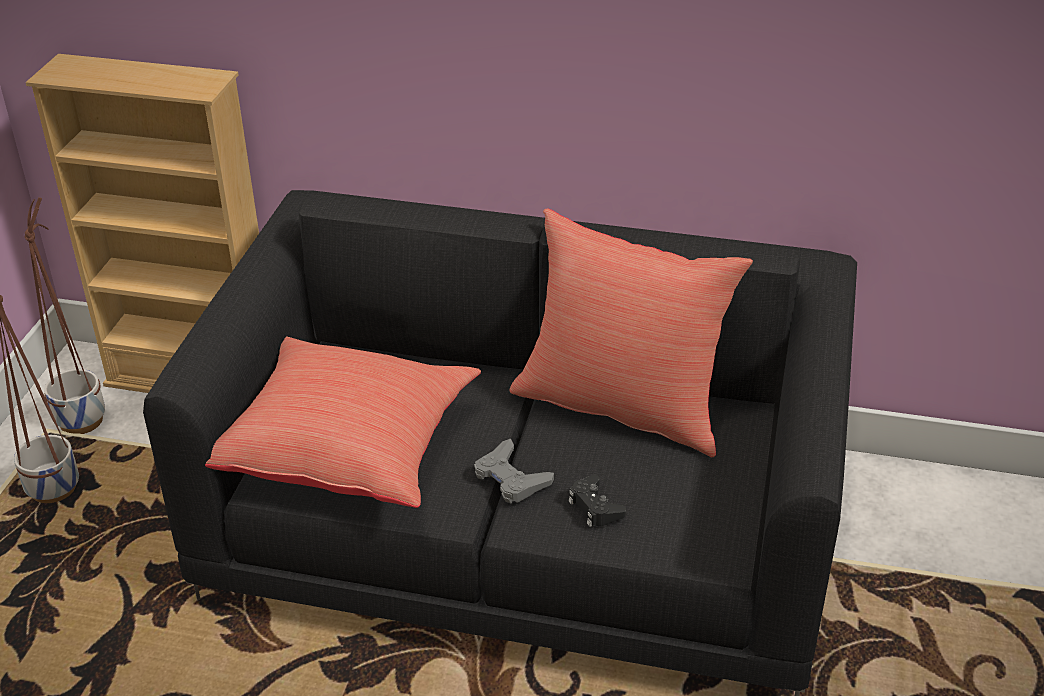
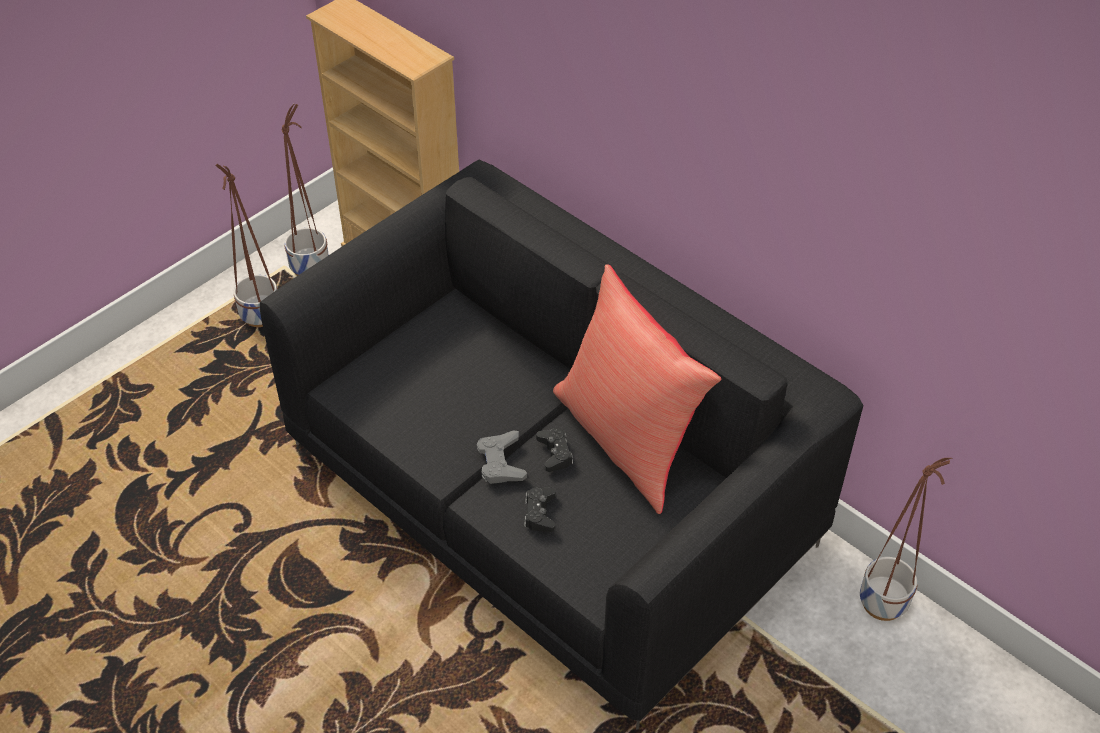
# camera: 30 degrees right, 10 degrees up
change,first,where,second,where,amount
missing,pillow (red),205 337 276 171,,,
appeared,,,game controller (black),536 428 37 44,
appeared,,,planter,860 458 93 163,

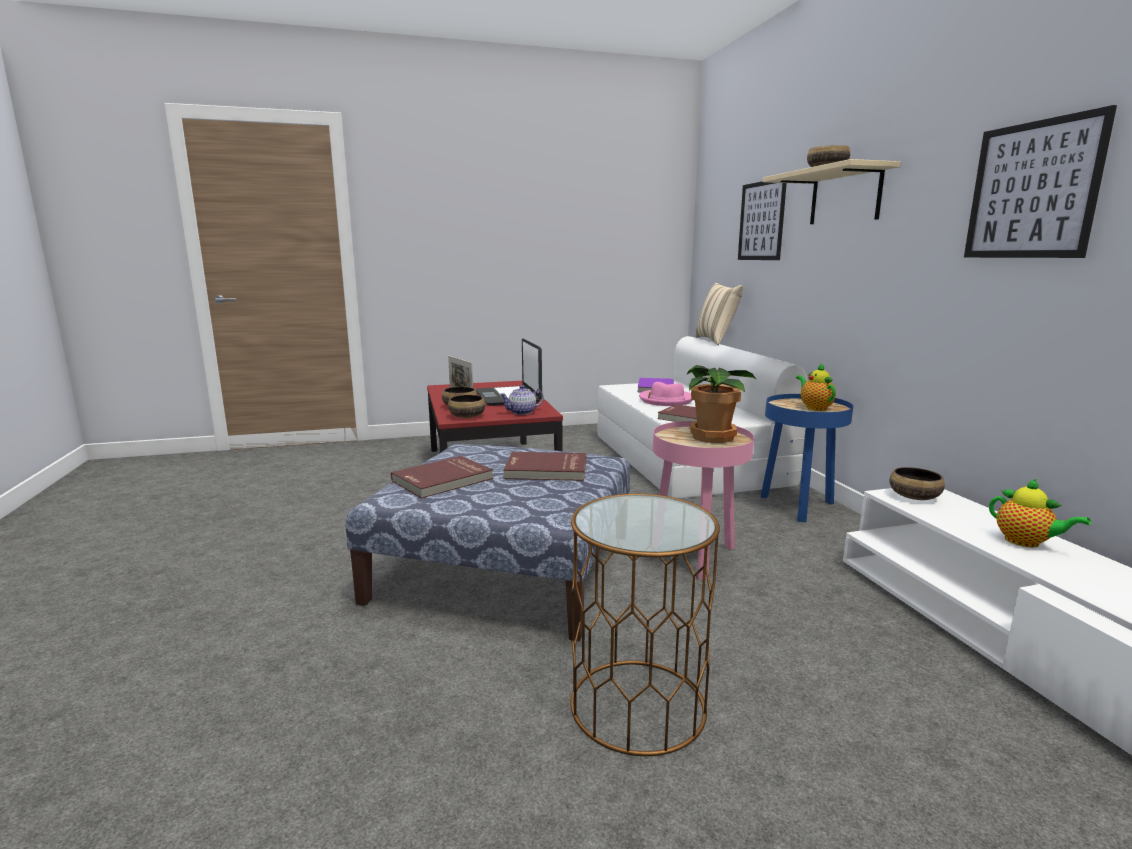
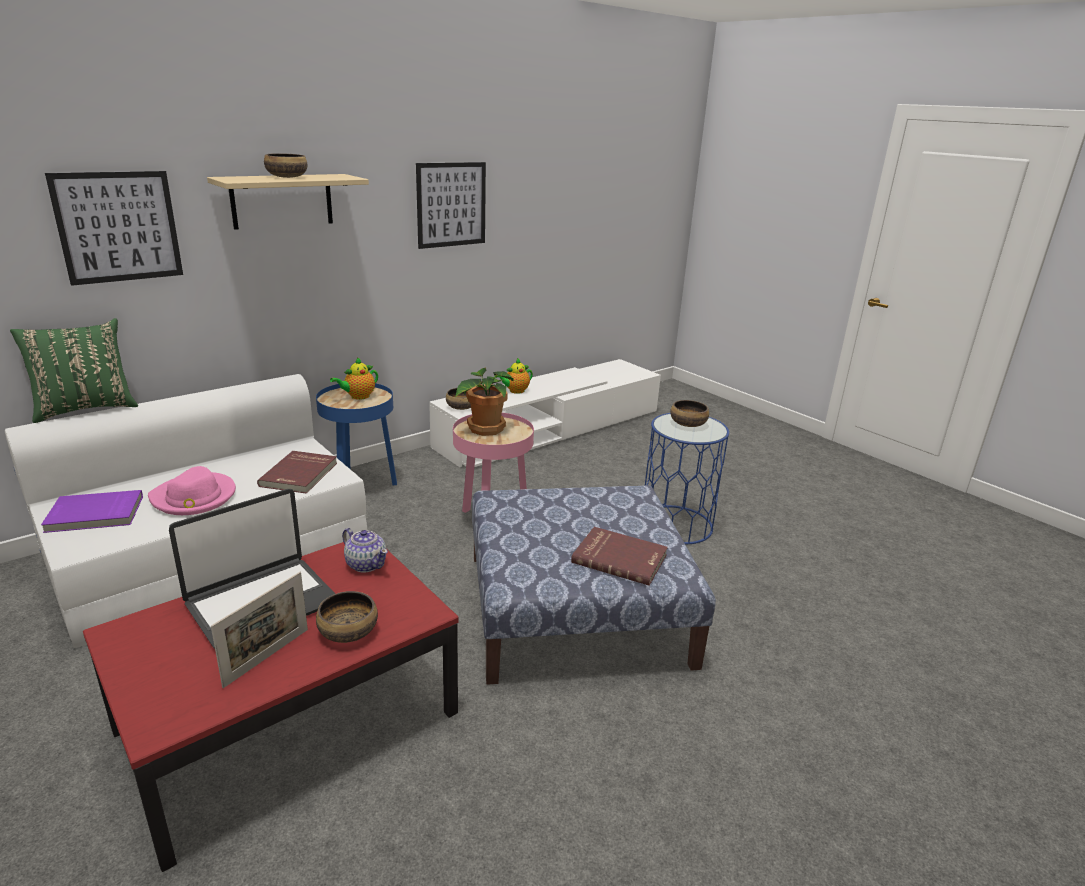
# camera: 115 degrees left, 10 degrees up
change,first,where,second,where,amount
colour,pillow (beige),695 283 48 62,pillow (green),10 318 128 105,
relocated,bowl,448 395 37 23,,670 400 39 27,
missing,book (red),503 452 83 29,,,
spun,teapot,989 479 102 68,,494 358 39 36,150 degrees counterclockwise
colour,side table (brown),570 494 150 262,side table (blue),645 413 84 131,

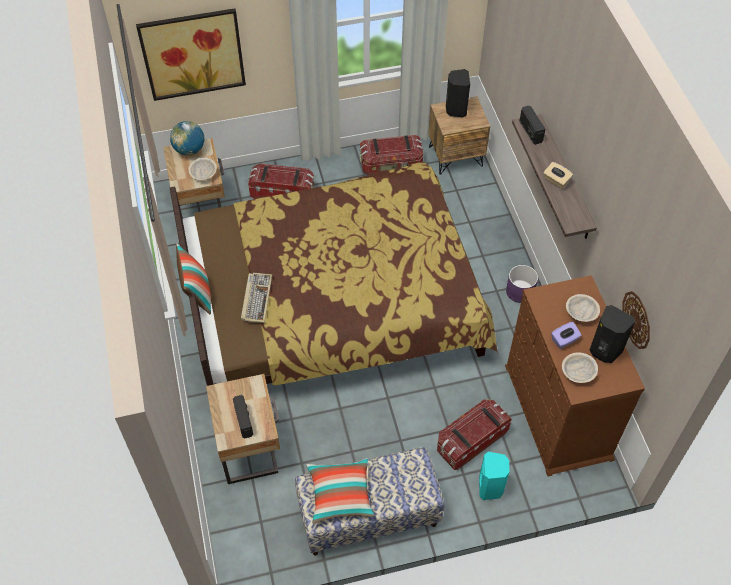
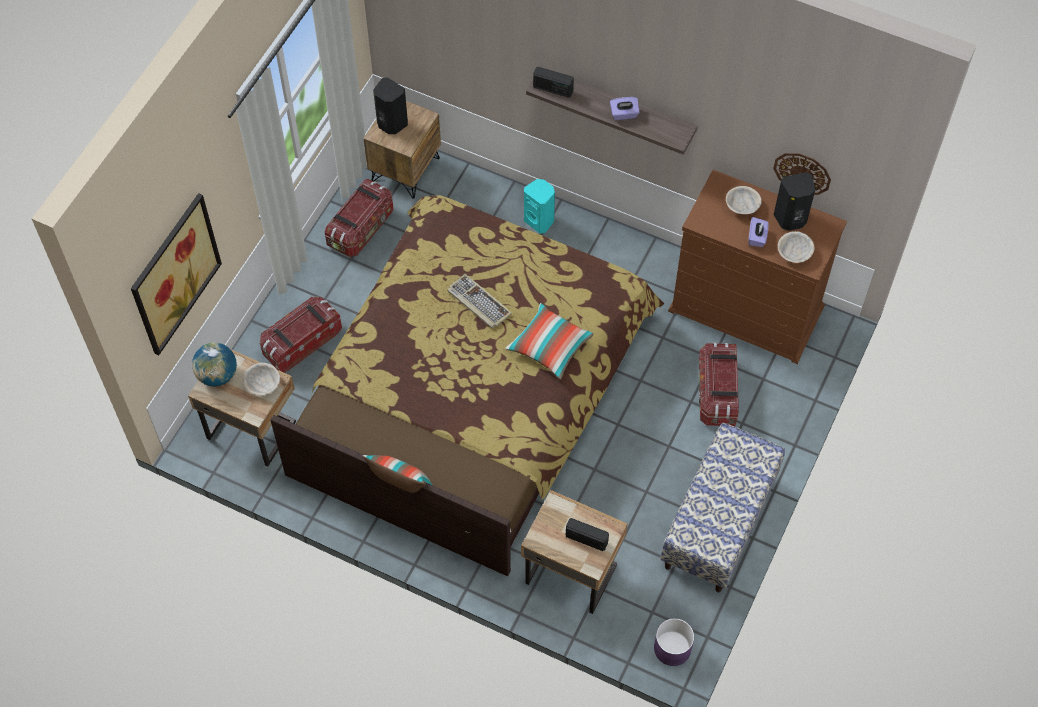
# camera: 50 degrees left, 5 degrees up
change,first,where,second,where,amount
colour,tissue box (beige),544 162 29 27,tissue box (purple),610 97 30 23,
relocated,planter (purple),506 265 32 38,,654 618 40 48,
relocated,keyboard,241 273 31 50,,447 274 65 54,
relocated,speaker (turquoise),479 452 30 48,,524 179 31 55,
relocated,pillow,307 458 67 66,,505 303 89 77,

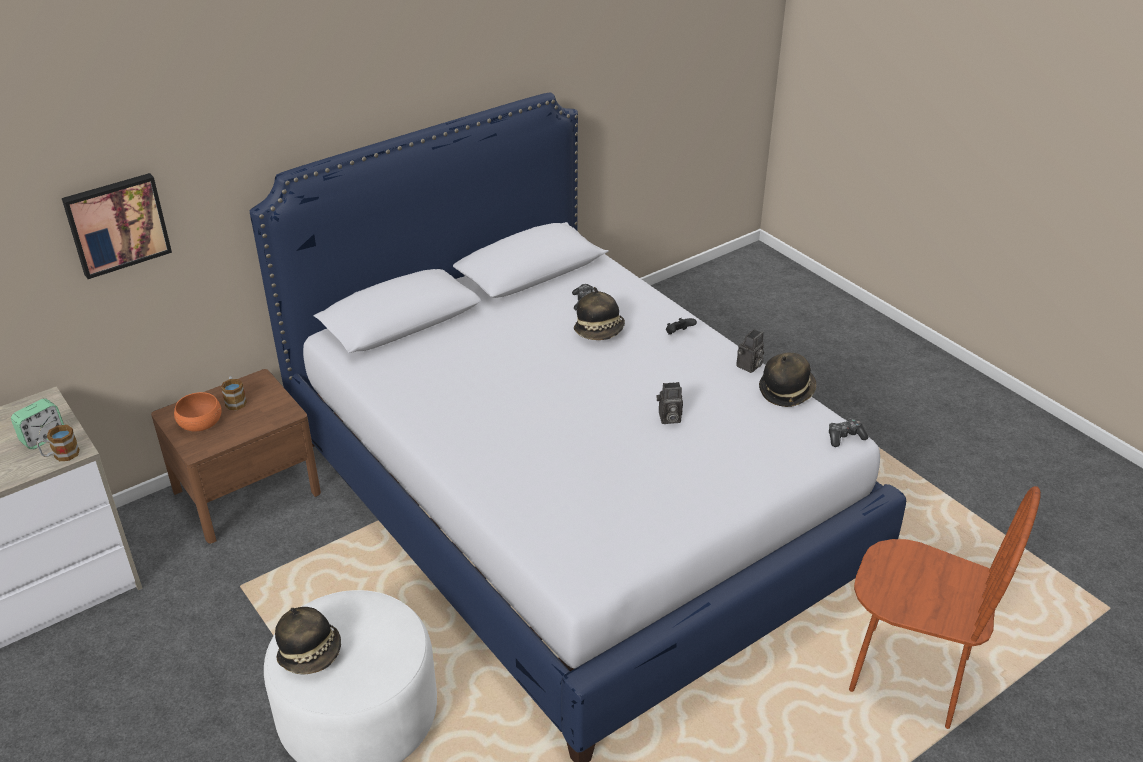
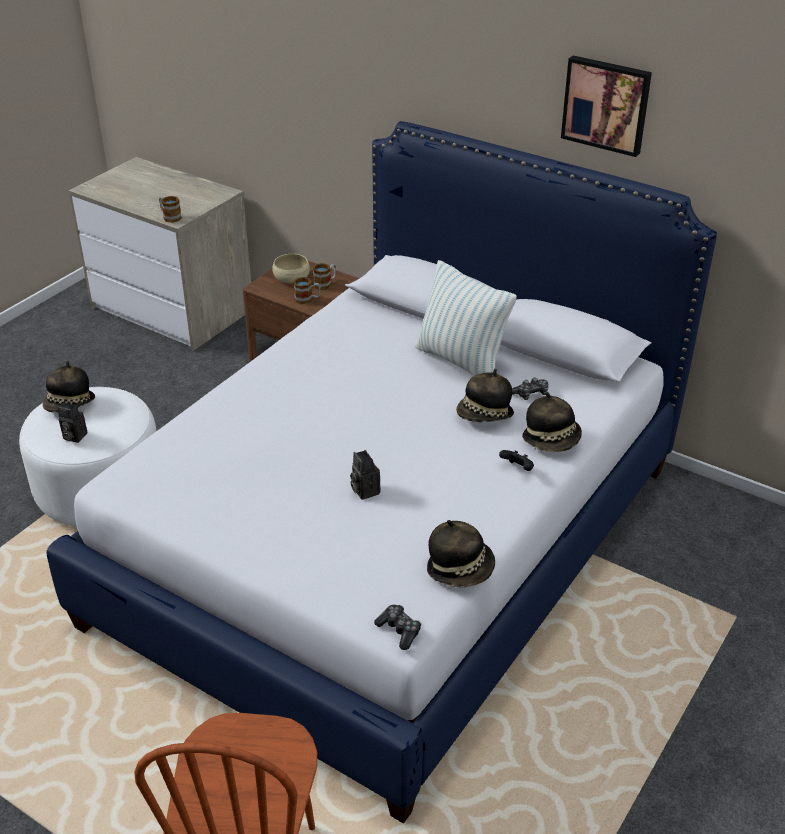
# camera: 70 degrees right, 0 degrees up
change,first,where,second,where,amount
relocated,picture,62 173 110 106,,561 56 91 101,
relocated,photo camera,736 329 28 44,,57 402 30 41,
colour,bowl (orange),174 392 47 39,bowl (beige),272 254 38 29,
missing,alarm clock,11 399 53 50,,,
appeared,,,pillow,415 260 102 116,
appeared,,,mug,293 277 27 27,
appeared,,,hat,522 392 60 60,

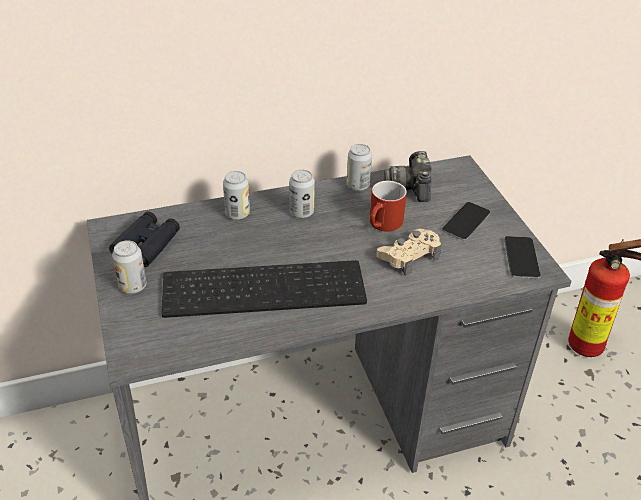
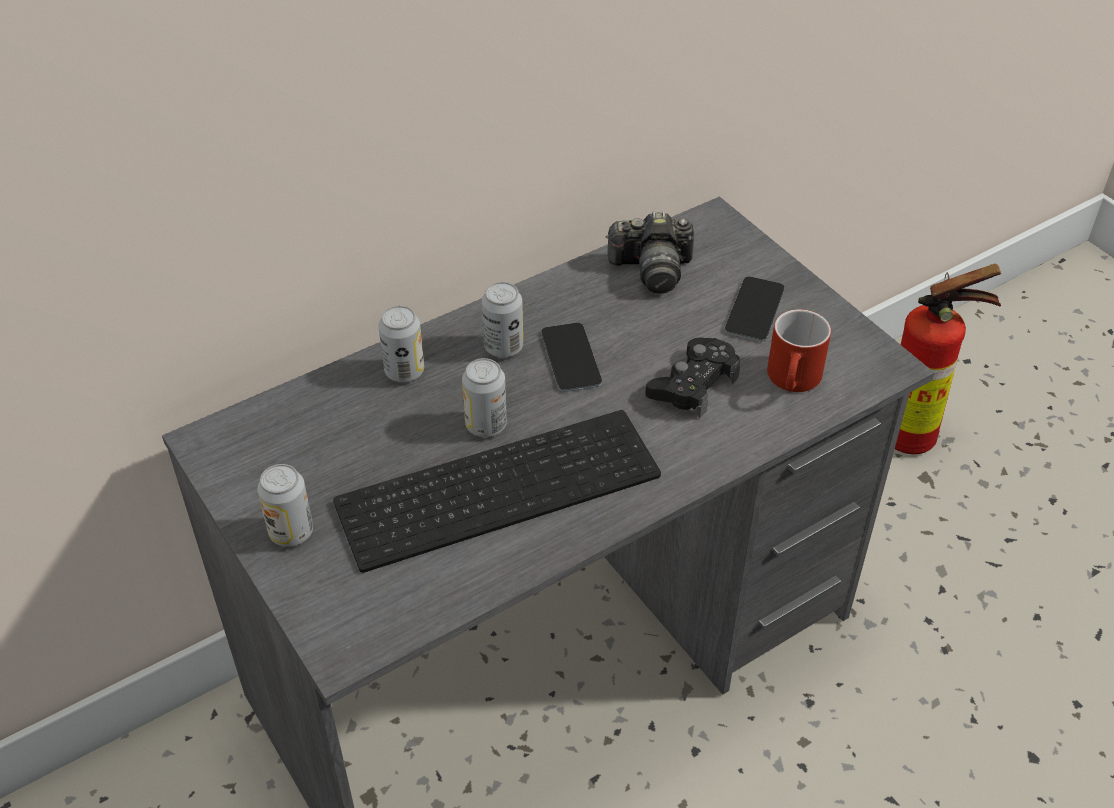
# camera: 15 degrees left, 5 degrees up
change,first,where,second,where,amount
relocated,can,347 144 25 47,,462 358 45 79,
spun,photo camera,384 151 47 51,,605 211 89 82,75 degrees counterclockwise
relocated,mug (red),369 181 38 51,,767 309 64 83,
missing,binoculars (black),109 212 71 55,,,
colour,game controller (beige),376 229 65 47,game controller (black),645 338 95 80,
relocated,phone,504 236 37 43,,541 323 61 69,

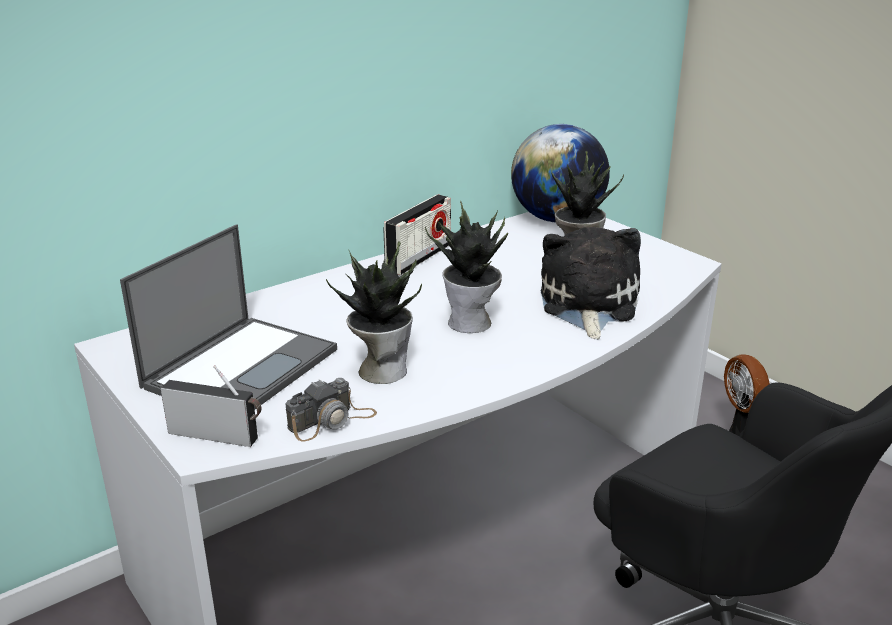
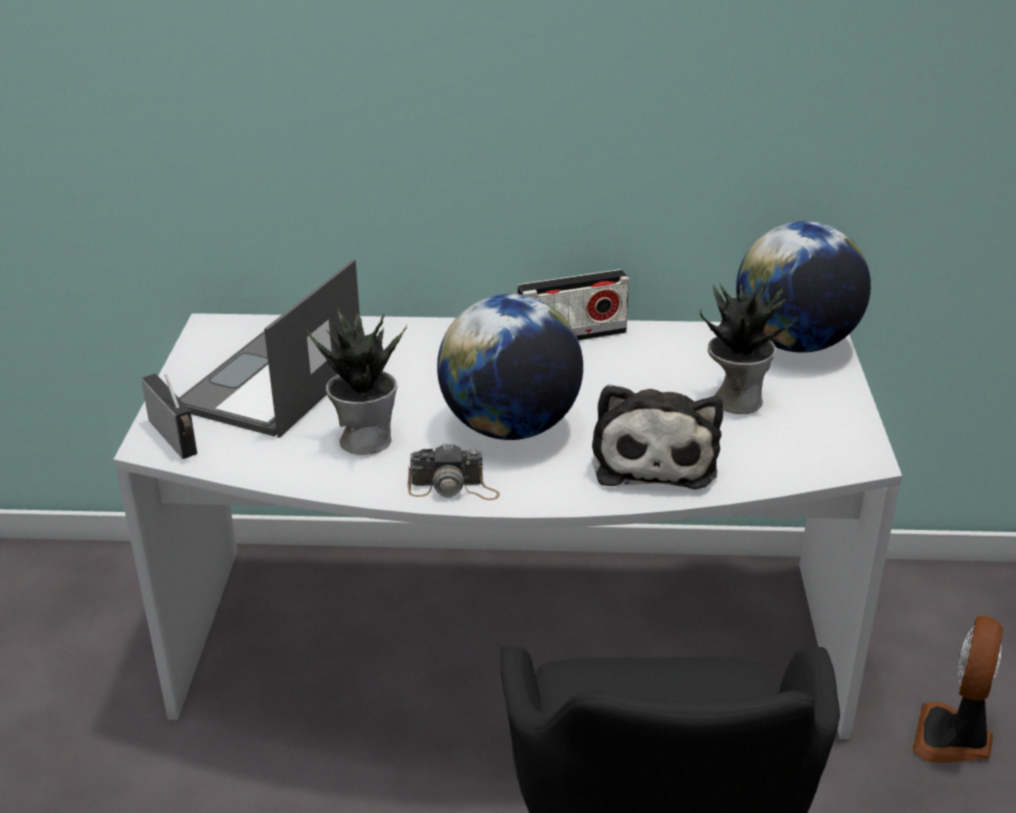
# camera: 40 degrees right, 5 degrees up
change,first,where,second,where,amount
exchanged,potted plant,425 200 83 133,globe,437 294 146 146,
spun,laptop,120 224 217 185,,179 259 181 179,135 degrees clockwise
spun,plush toy,541 227 100 112,,592 384 131 105,135 degrees clockwise
relocated,photo camera,285 378 92 64,,408 443 92 57,

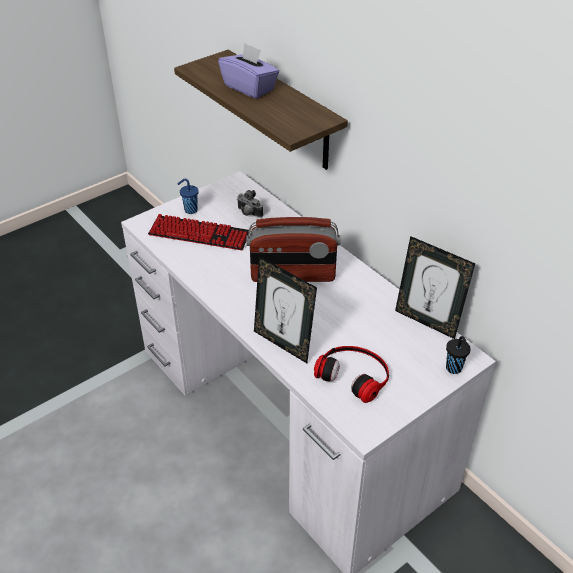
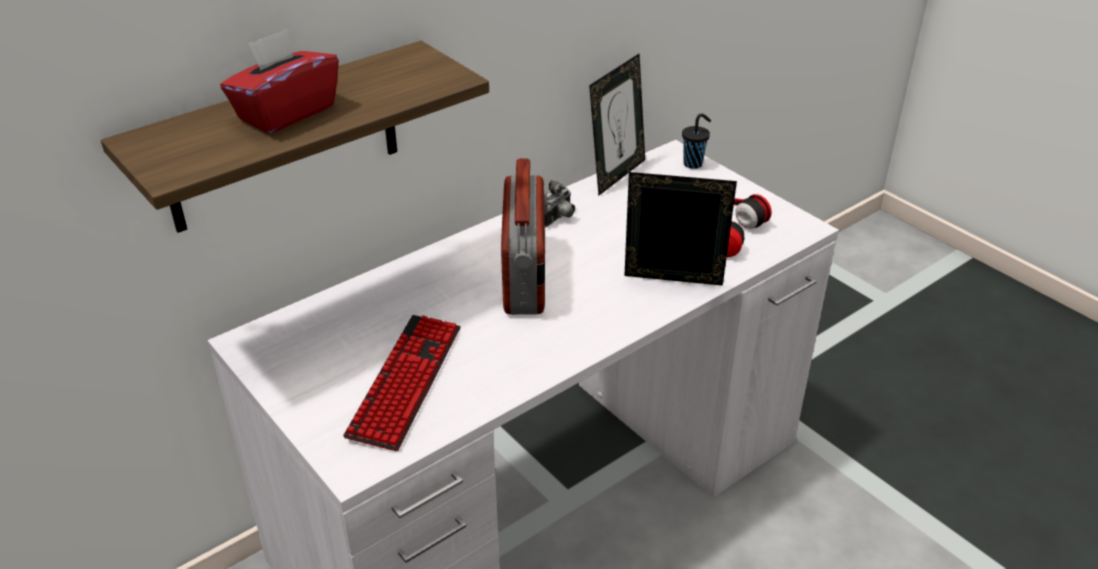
# camera: 90 degrees left, 5 degrees down
change,first,where,second,where,amount
colour,tissue box (purple),218 43 61 56,tissue box (red),220 29 119 105,
missing,cup (blue),178 179 21 35,,,
relocated,photo camera,237 190 26 27,,544 180 31 47,
spun,picture frame,254 256 63 107,,624 172 113 114,120 degrees counterclockwise

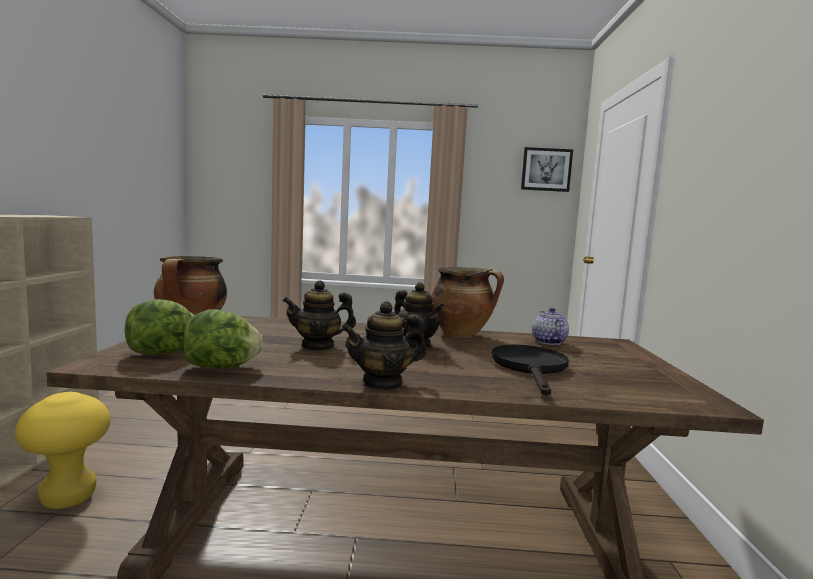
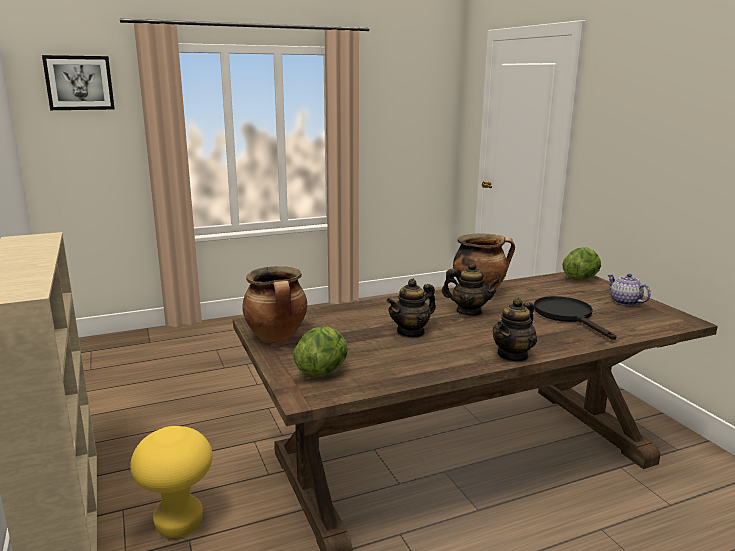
# camera: 25 degrees left, 10 degrees up
change,first,where,second,where,amount
relocated,picture,521 147 52 45,,42 55 73 55,
relocated,teapot,532 308 37 37,,608 273 43 33,
relocated,lettuce,183 309 80 59,,562 247 39 33,

